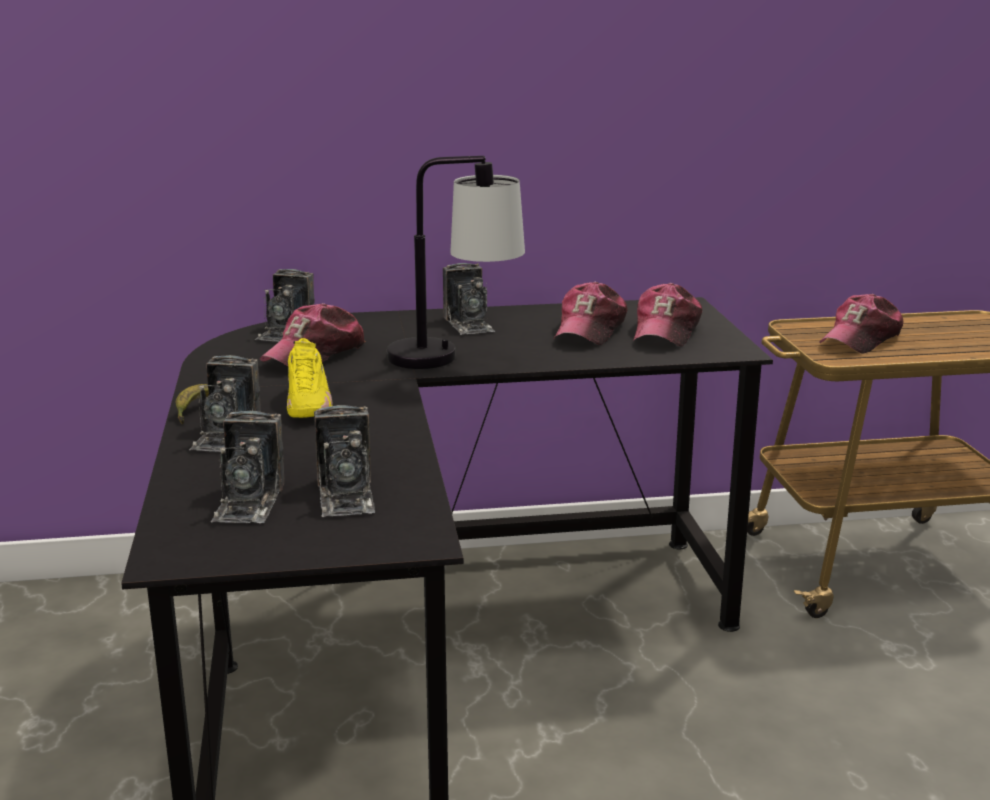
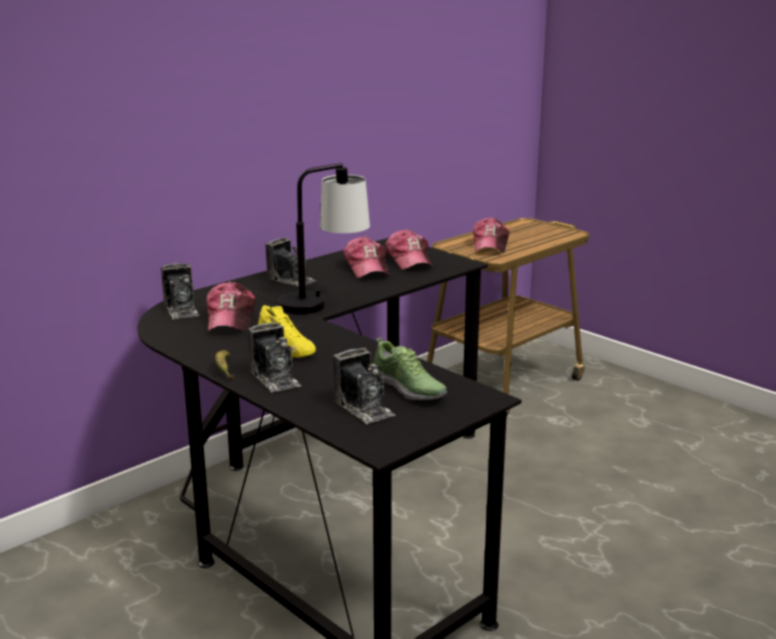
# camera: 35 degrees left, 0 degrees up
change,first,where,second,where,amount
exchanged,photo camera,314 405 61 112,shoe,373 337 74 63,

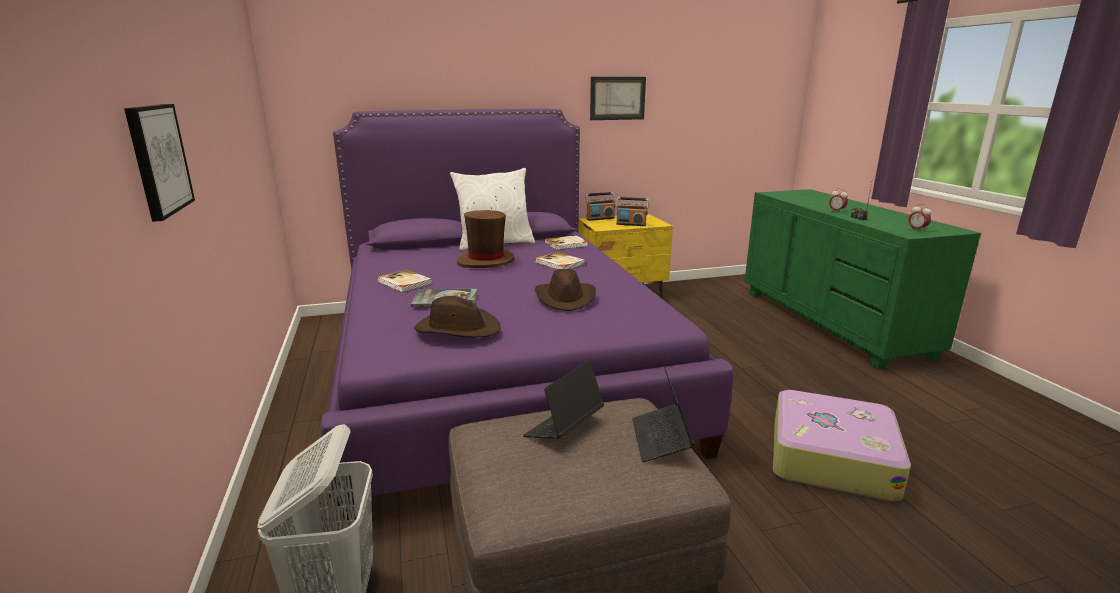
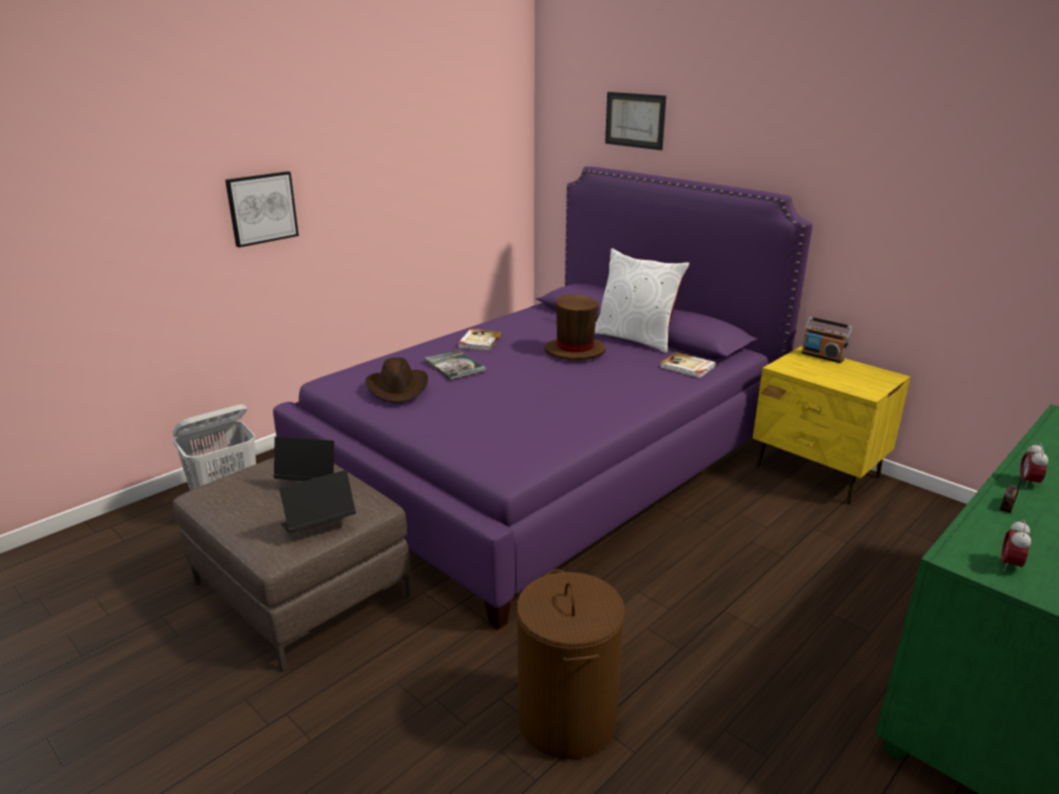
# camera: 60 degrees right, 5 degrees up
change,first,where,second,where,amount
relocated,picture,590 77 56 43,,605 92 61 58,
missing,radio,616 197 33 29,,,
missing,book,535 252 50 18,,,
missing,hat (brown),535 269 61 42,,,
exchanged,suitcase,773 390 138 111,laundry basket (brown),516 569 109 190,

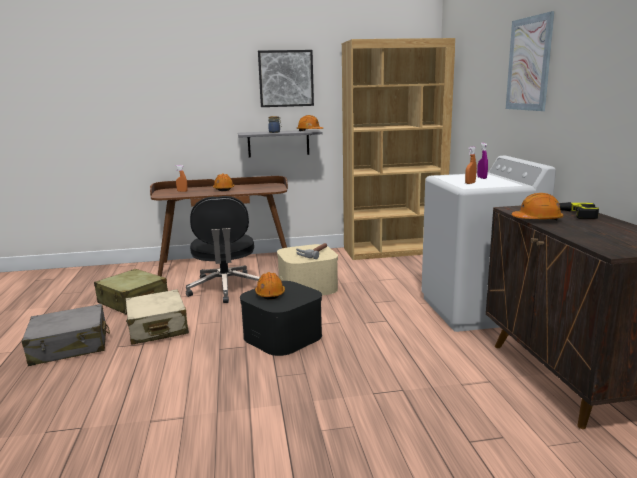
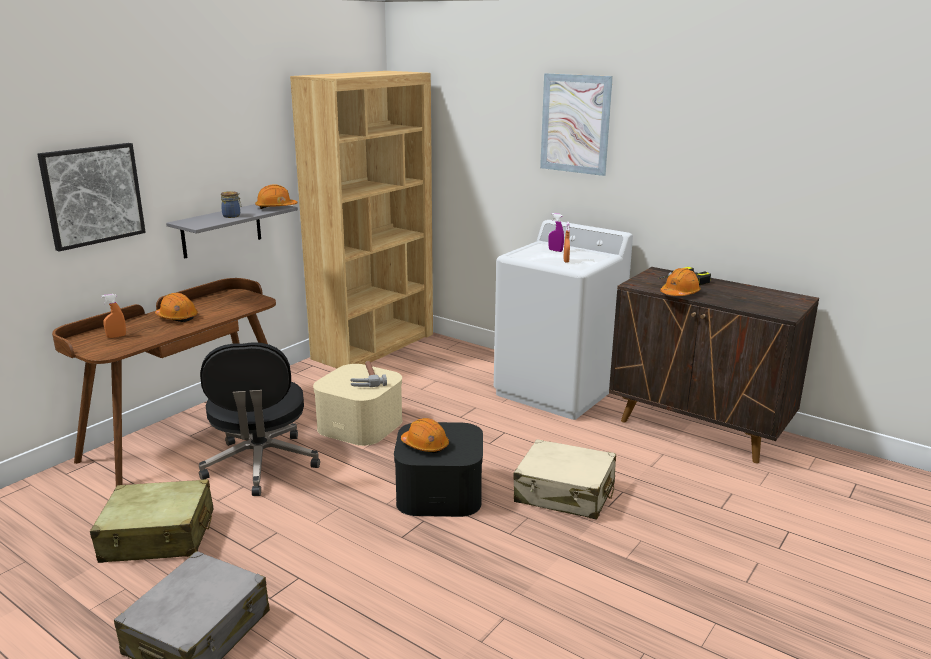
# camera: 45 degrees left, 5 degrees up
change,first,where,second,where,amount
relocated,picture,258 50 56 57,,37 143 109 109,
spun,office chair (black),186 196 74 107,,199 342 121 154,45 degrees clockwise
relocated,suitcase (beige),125 289 64 56,,513 439 103 81,

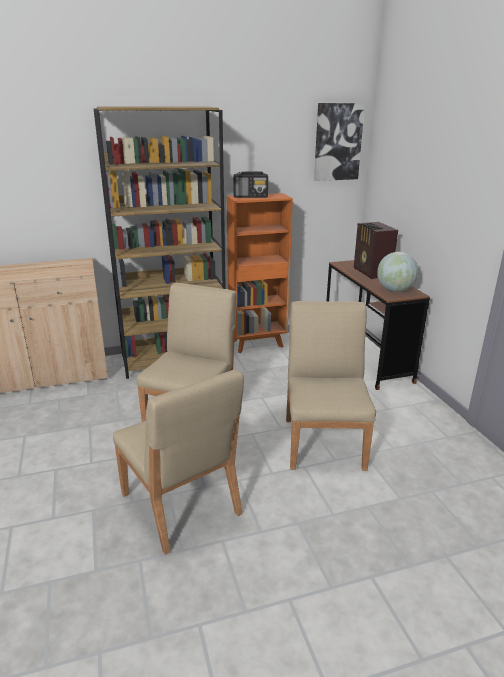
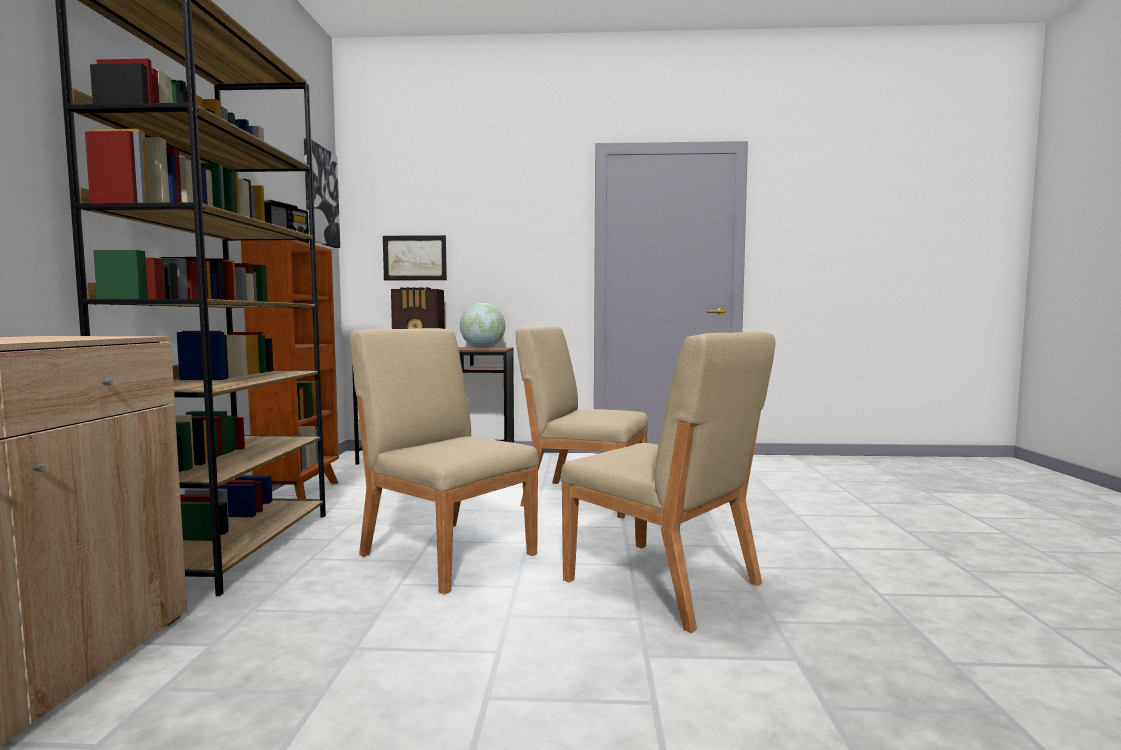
# camera: 70 degrees left, 20 degrees down
change,first,where,second,where,amount
spun,chair (beige),113 370 131 185,,560 331 215 302,60 degrees clockwise
appeared,,,picture,383 235 64 45,

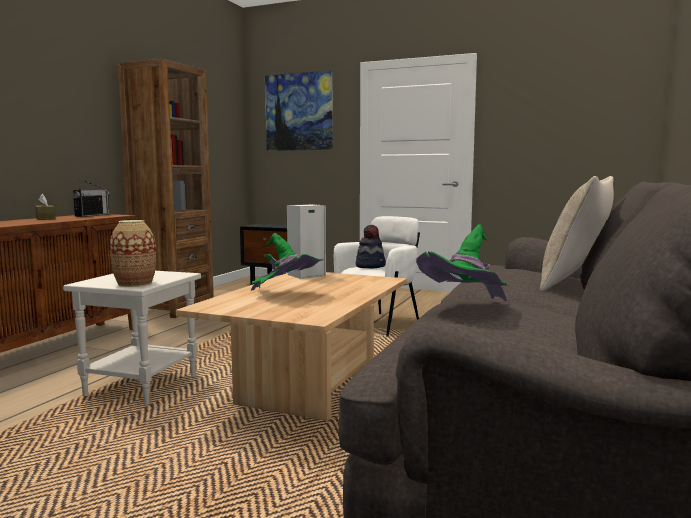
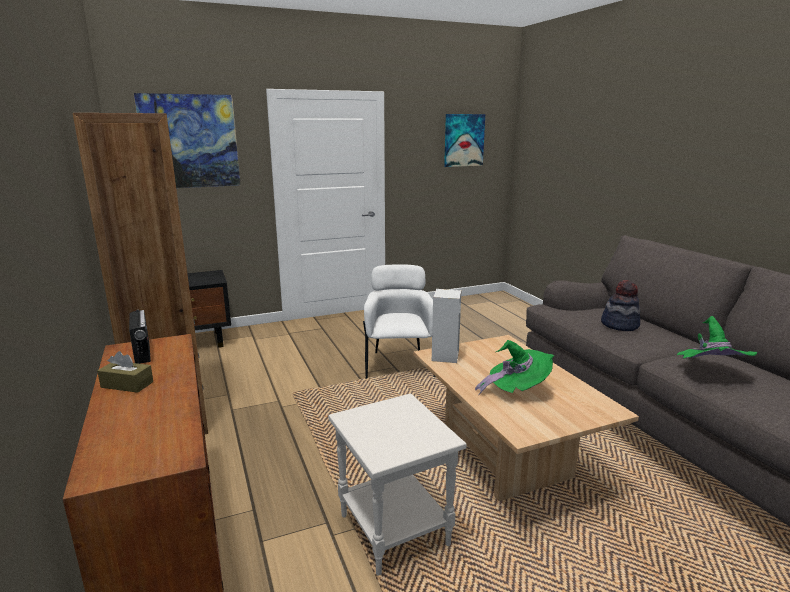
# camera: 45 degrees left, 10 degrees up
change,first,where,second,where,amount
missing,pillow (beige),540 176 74 115,,,
missing,vase,110 220 46 67,,,
relocated,hat,356 225 30 43,,601 280 39 51,
appeared,,,picture,444 114 41 53,

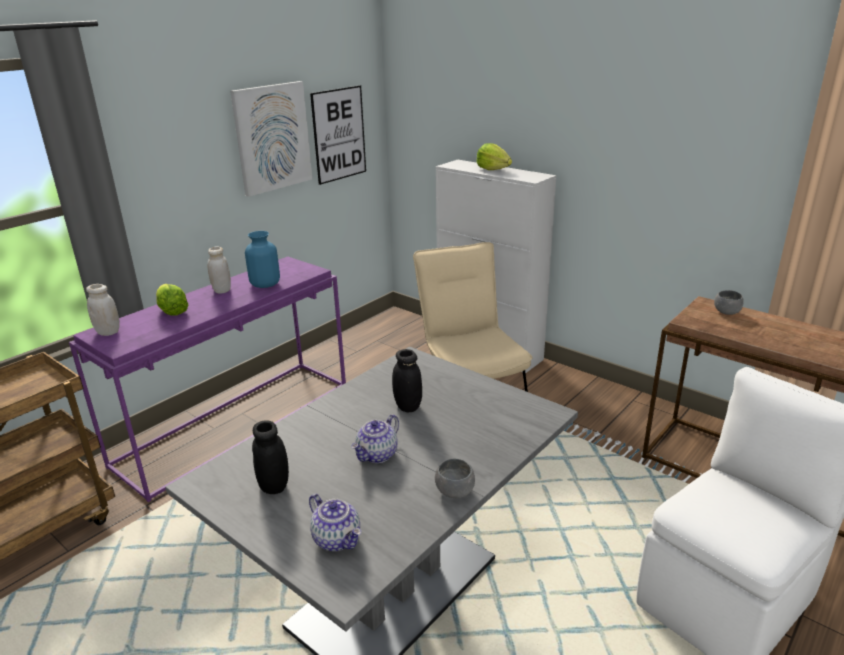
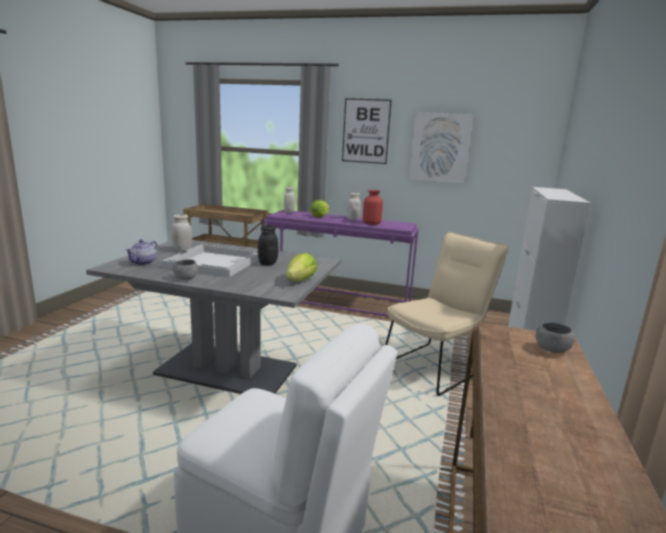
# camera: 65 degrees right, 10 degrees down
change,first,where,second,where,amount
relocated,picture,310 85 56 100,,342 98 50 66,
relocated,lettuce,476 143 36 27,,286 253 31 28,
colour,vase (blue),245 231 35 57,vase (red),363 190 20 35,
exchanged,teapot,351 414 48 49,tray (white),162 244 97 33,
colour,jar (black),252 420 37 74,jar (white),171 214 21 38,

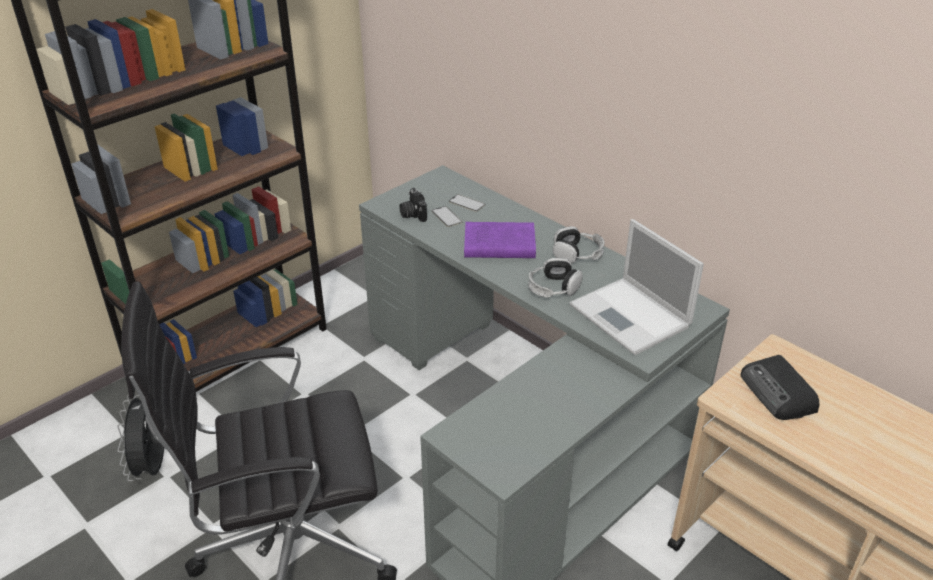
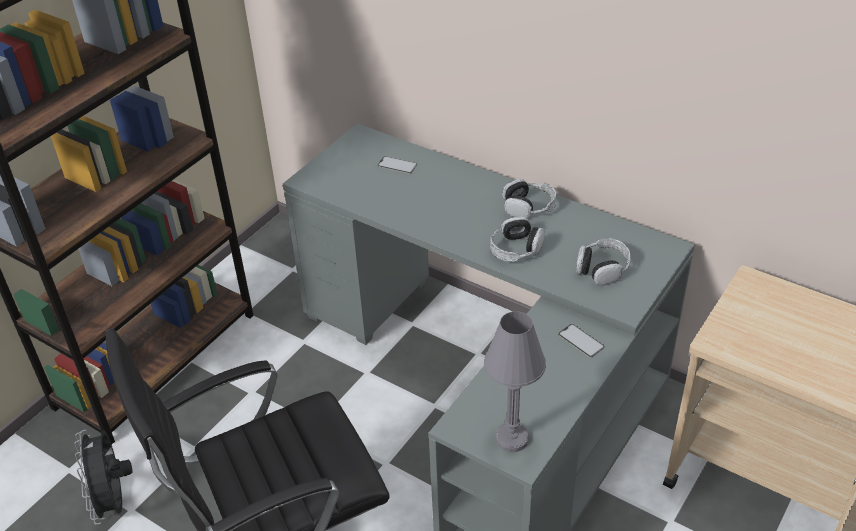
# camera: 10 degrees left, 5 degrees up
change,first,where,second,where,amount
missing,photo camera,400 188 27 34,,,
relocated,phone,431 206 31 21,,558 324 47 34,
exchanged,laptop,570 219 134 136,headphones,576 238 55 48,
missing,book (purple),464 222 72 36,,,
missing,radio,741 355 78 65,,,
appeared,,,table lamp (grey),484 311 62 141,

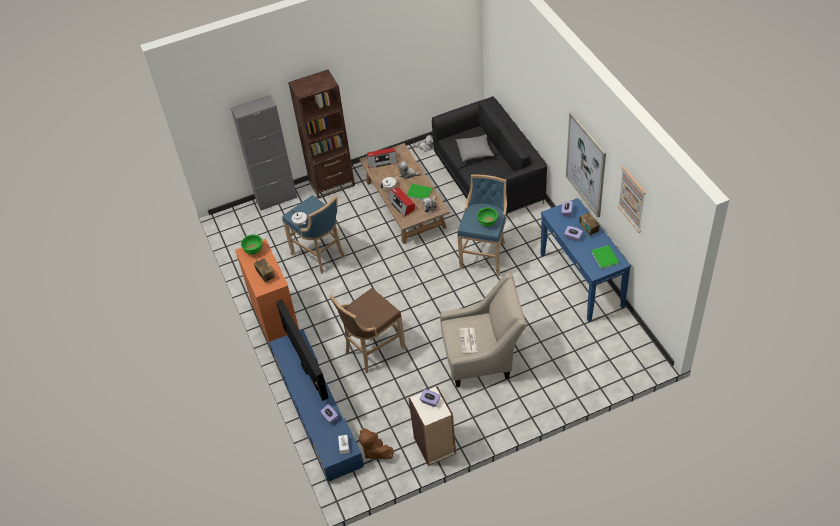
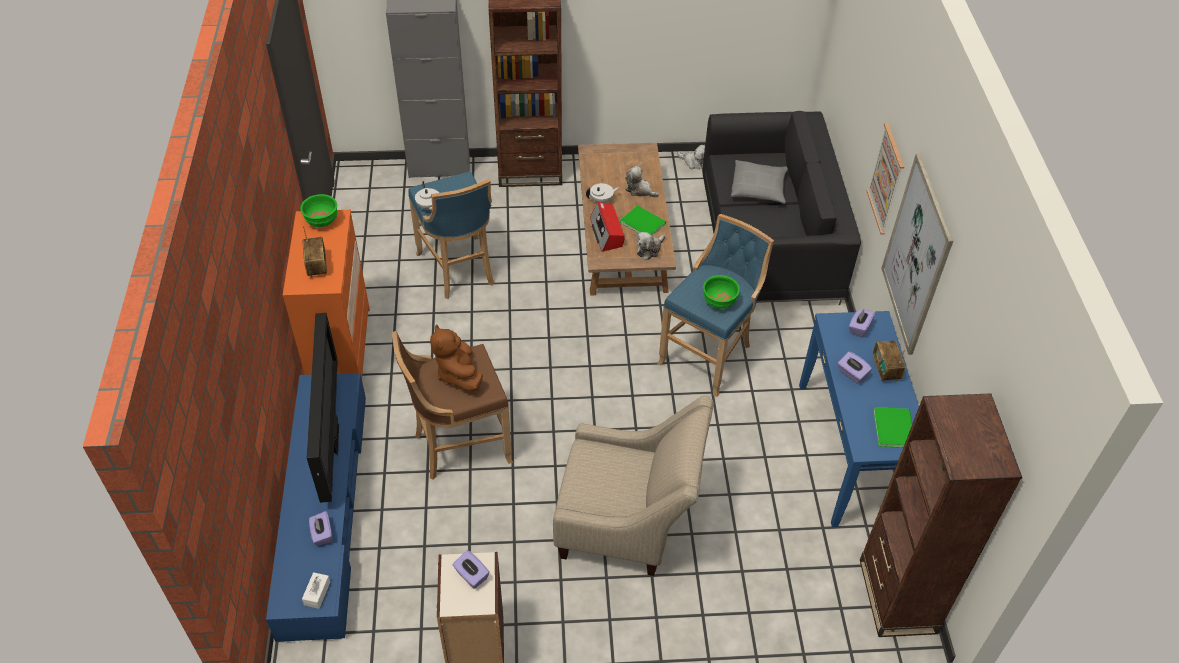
# camera: 15 degrees right, 0 degrees up
change,first,where,second,where,amount
missing,radio,367 148 31 20,,,
relocated,picture,617 166 29 67,,866 123 38 112,
missing,newspaper,459 328 18 25,,,
relocated,plush toy (brown),359 428 35 32,,430 324 53 67,
appeared,,,bookcase (brown),860 393 162 244,

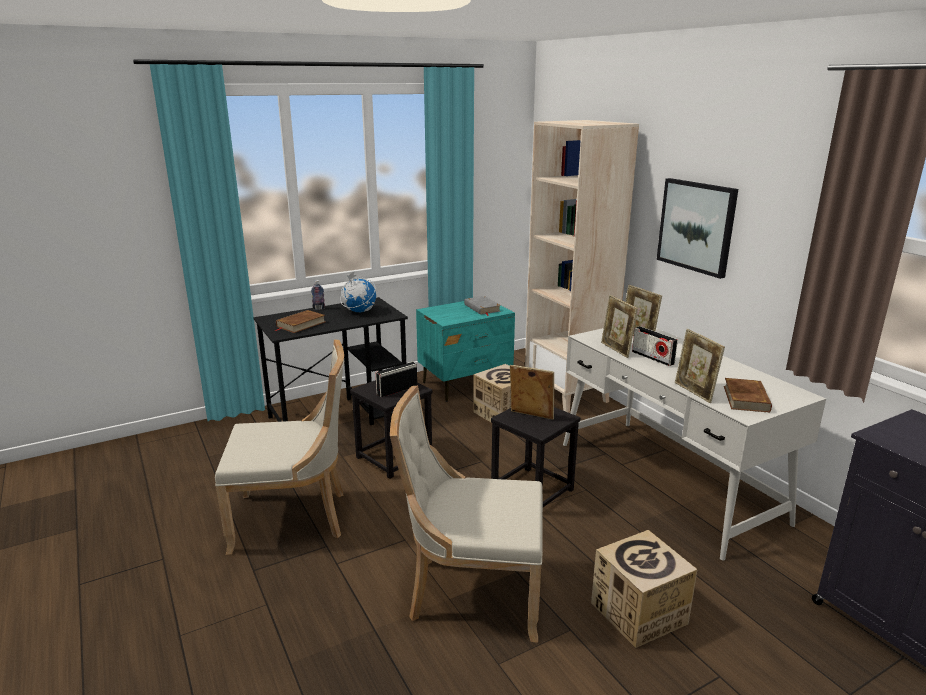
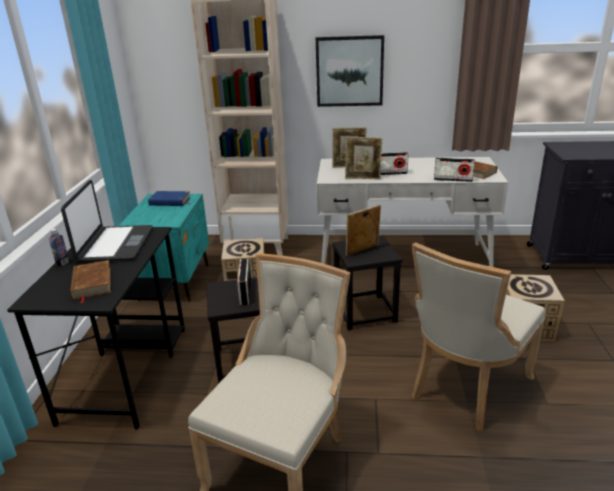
# camera: 55 degrees left, 5 degrees up
change,first,where,second,where,amount
exchanged,globe,340 272 36 40,laptop,61 180 92 82,
colour,book (grey),464 296 37 20,book (blue),148 191 43 15,
exchanged,picture frame,675 329 50 74,radio,434 158 41 24,

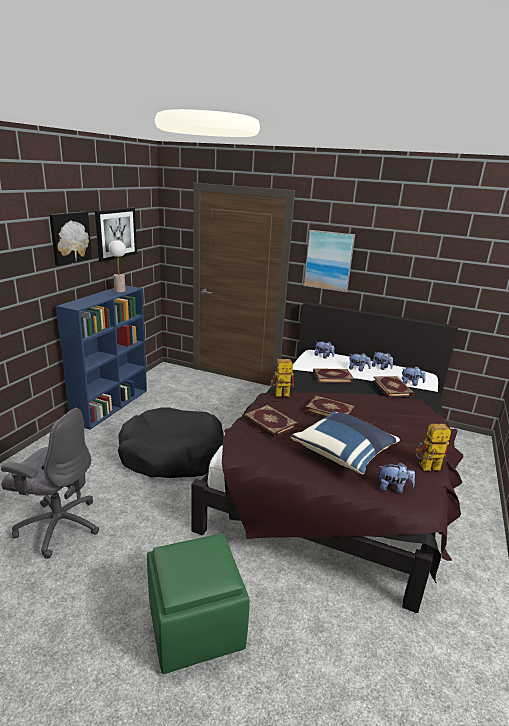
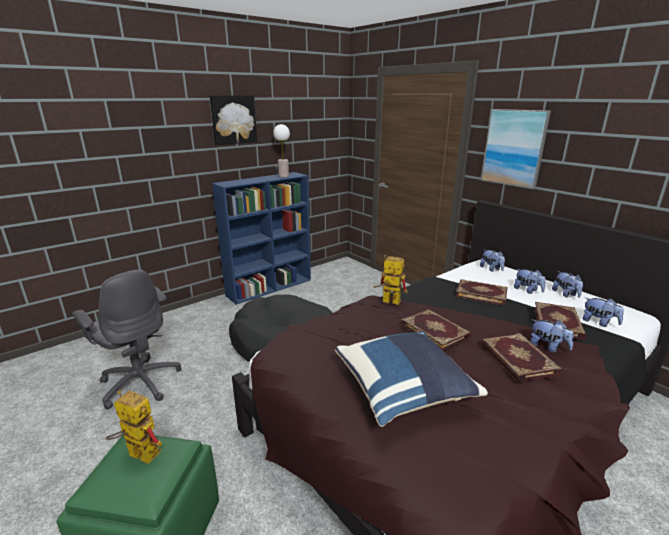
# camera: 30 degrees right, 0 degrees up
change,first,where,second,where,amount
missing,picture,95 208 42 54,,,
relocated,book,244 405 54 33,,482 333 80 49,
relocated,toy robot,416 424 35 47,,106 391 56 73,
relocated,plush toy,379 462 36 31,,530 320 44 33,

